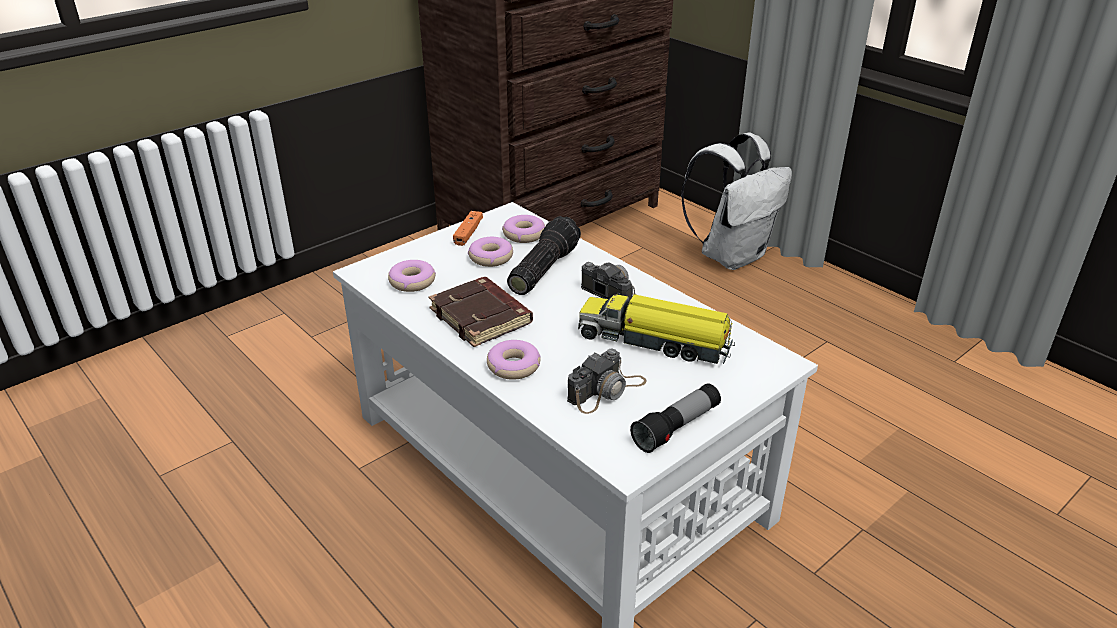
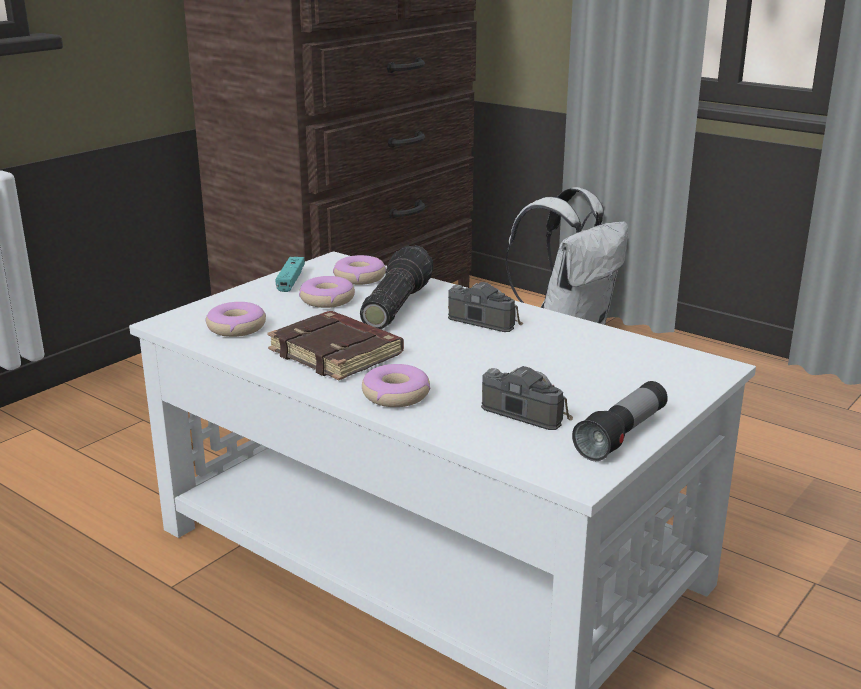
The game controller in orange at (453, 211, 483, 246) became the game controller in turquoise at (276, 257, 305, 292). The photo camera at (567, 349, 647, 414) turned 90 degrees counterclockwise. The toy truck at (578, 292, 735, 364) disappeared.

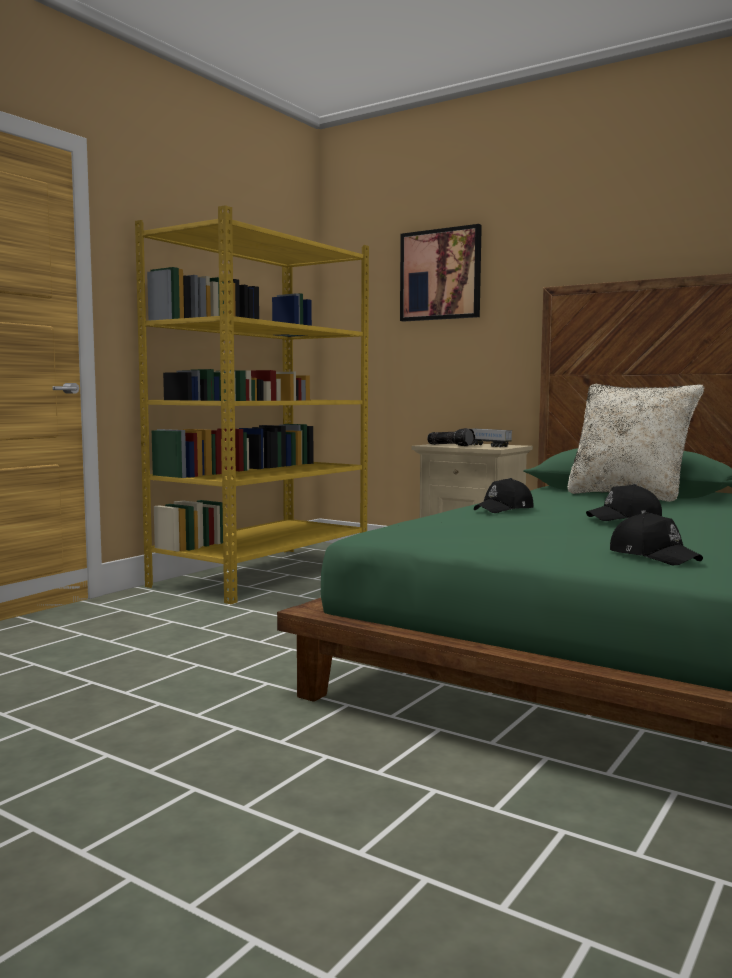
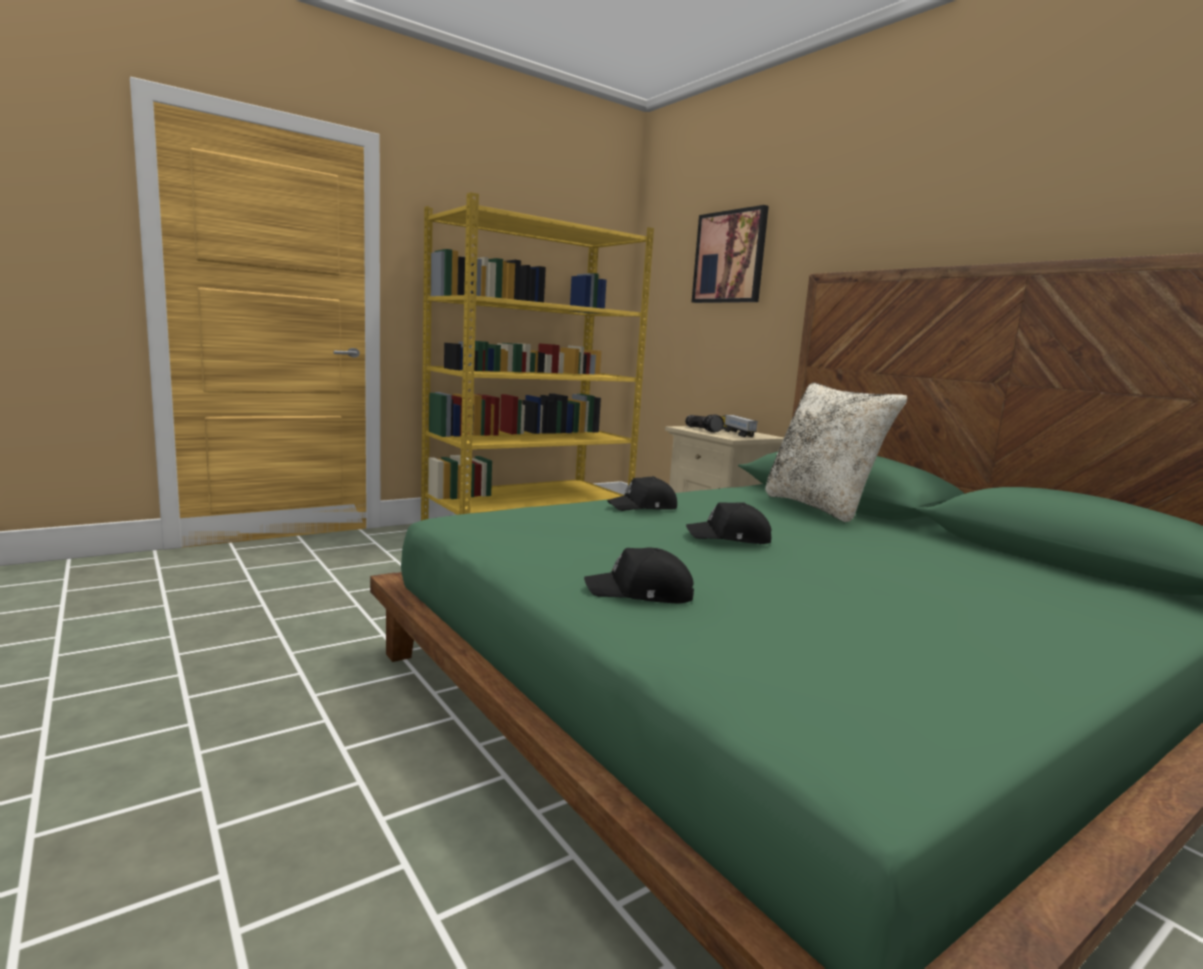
The cap in black at (610, 512, 703, 565) turned 105 degrees clockwise.

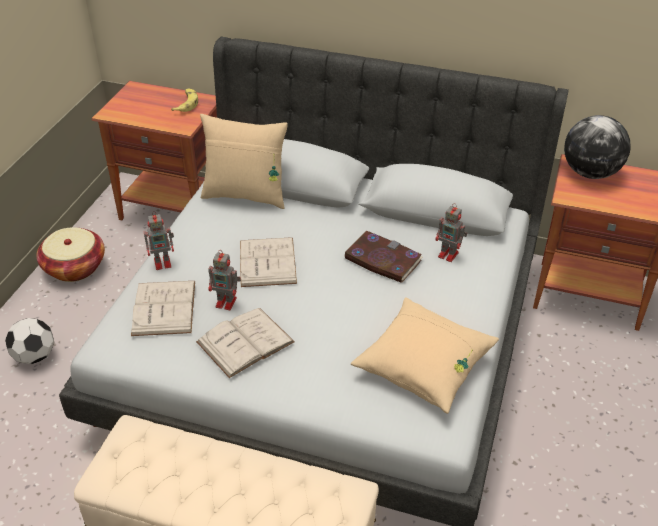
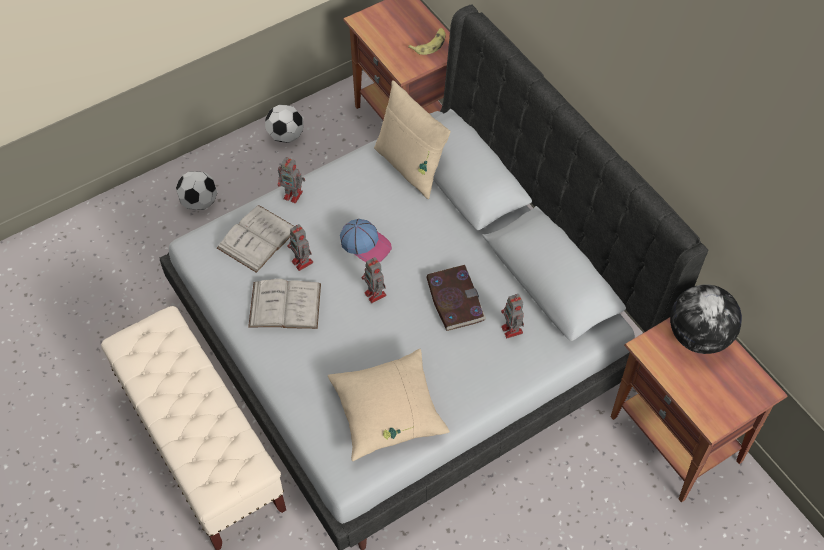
The basket at (36, 227, 105, 282) was replaced by the football at (265, 104, 303, 143). The book in white at (240, 237, 297, 287) was replaced by the cap at (340, 219, 392, 262). The toy robot at (362, 257, 386, 303) appeared.

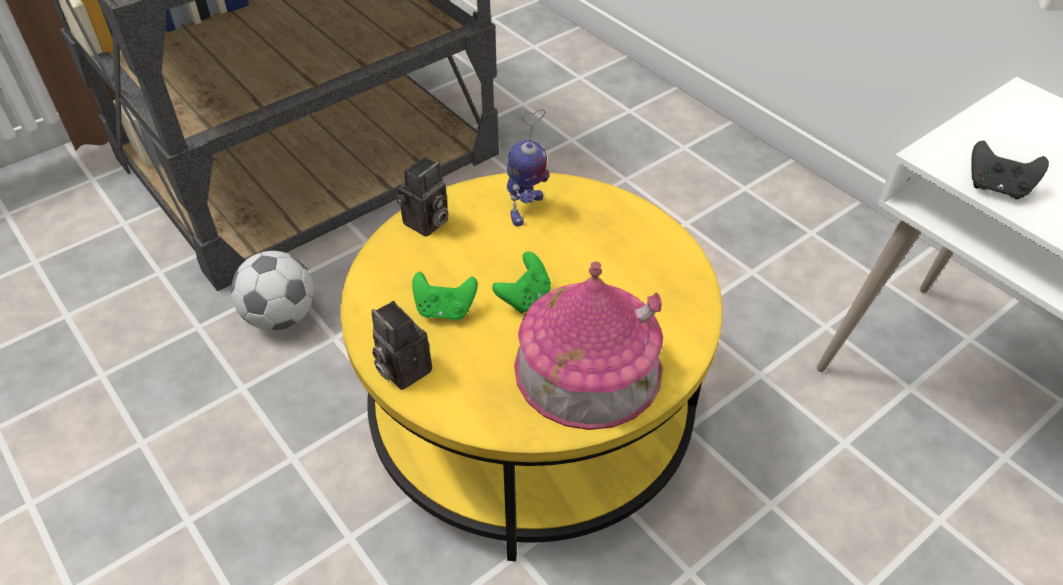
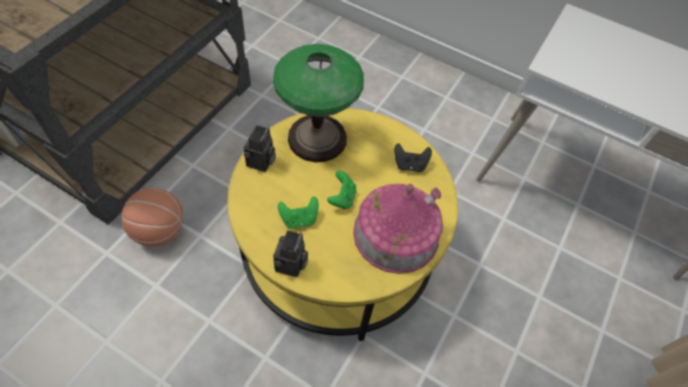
The football at (231, 251, 314, 331) was replaced by the basketball at (121, 188, 184, 247). The toy robot at (507, 109, 549, 226) was replaced by the table lamp at (273, 44, 364, 162). The photo camera at (371, 301, 432, 390) turned 105 degrees counterclockwise. The game controller in black moved from (971, 141, 1049, 199) to (394, 143, 432, 172).

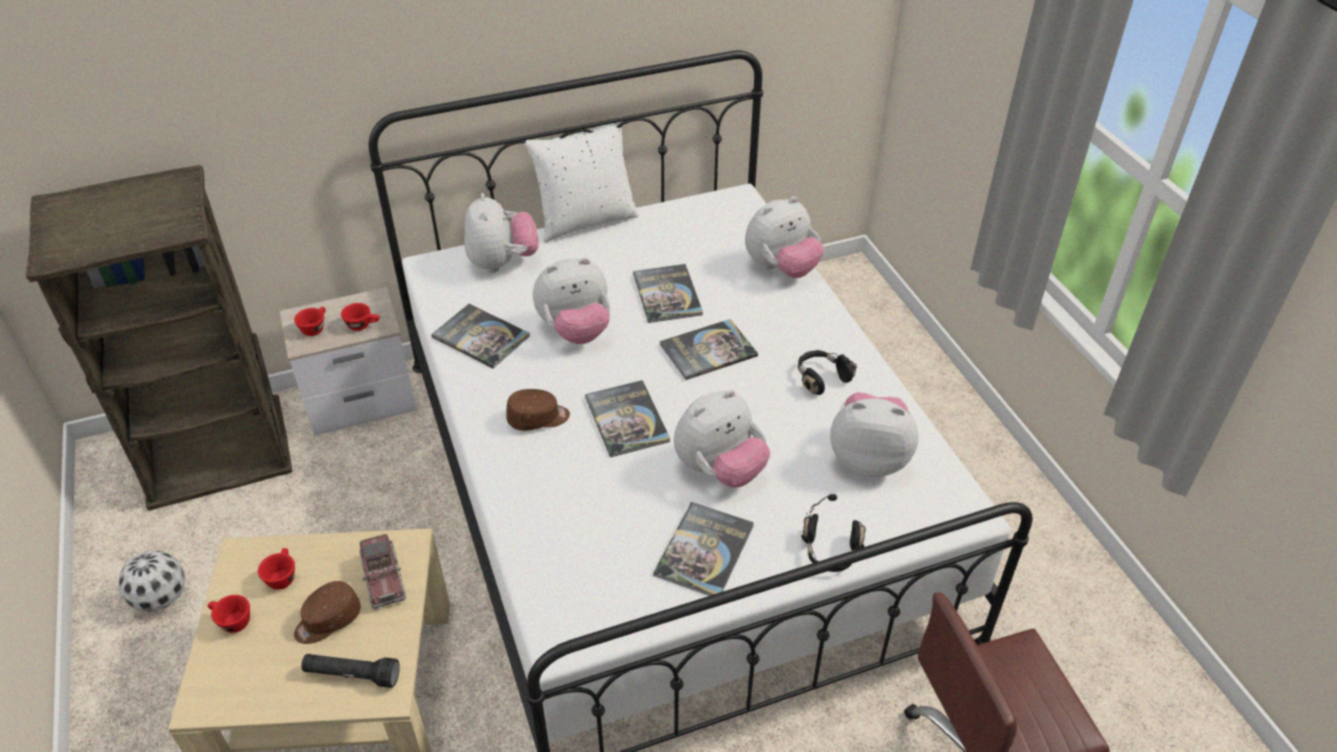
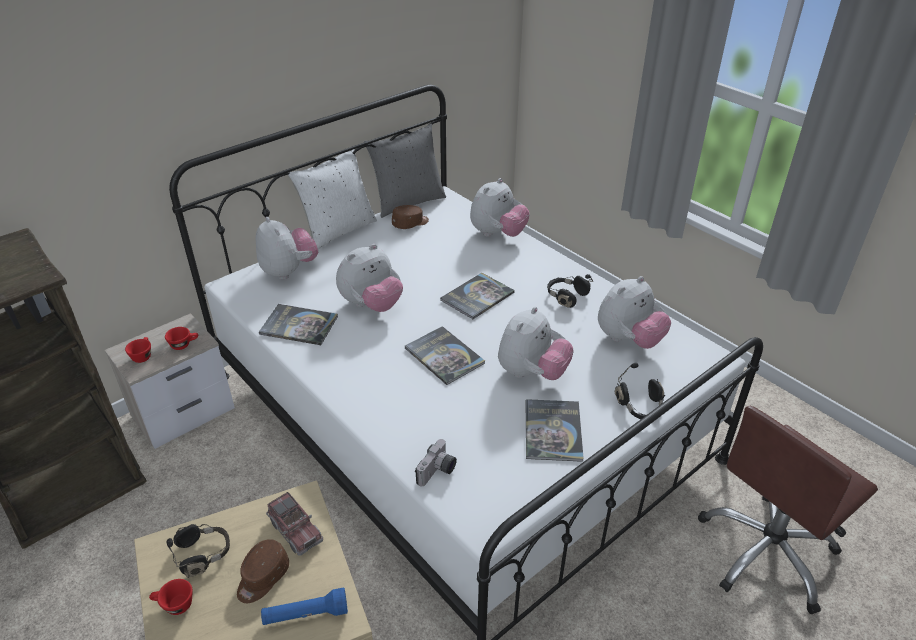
The cup in red at (258, 548, 295, 590) was replaced by the headphones in black at (166, 524, 230, 578). The flashlight in black at (301, 654, 400, 688) became the flashlight in blue at (261, 587, 348, 625). The pillow in grey at (363, 124, 446, 218) appeared. The cap in brown moved from (506, 389, 570, 431) to (392, 205, 429, 229). The photo camera at (415, 439, 457, 486) appeared. The plush toy at (830, 392, 919, 477) turned 150 degrees clockwise. The football at (119, 551, 185, 612) disappeared. The book at (633, 264, 703, 323) disappeared.

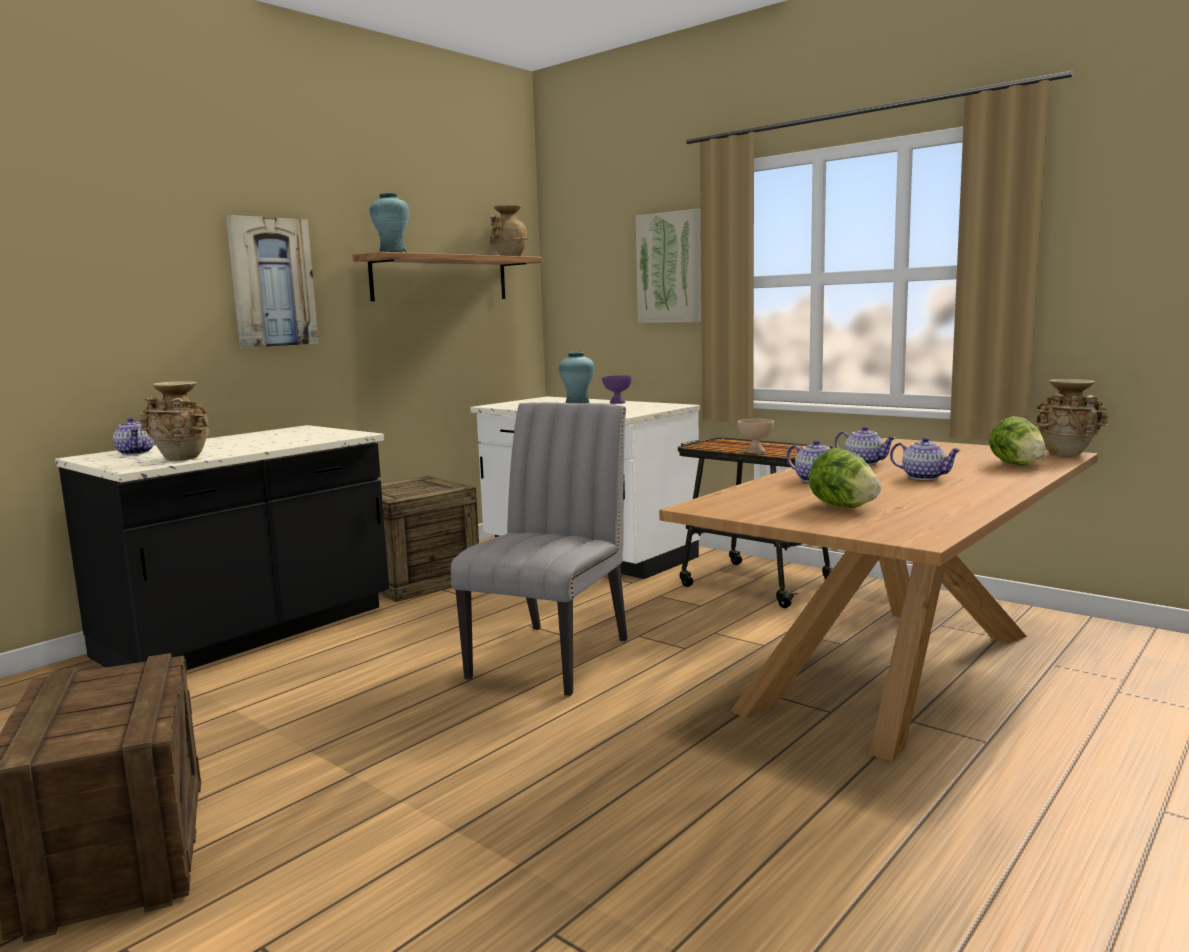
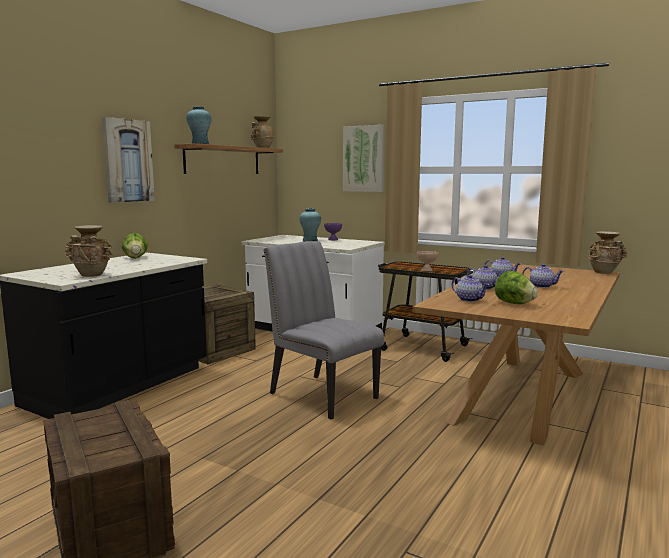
The lettuce moved from (989, 416, 1046, 466) to (122, 233, 148, 259). The chair in grey at (451, 402, 627, 696) turned 60 degrees counterclockwise. The teapot moved from (113, 417, 154, 455) to (452, 275, 489, 302).

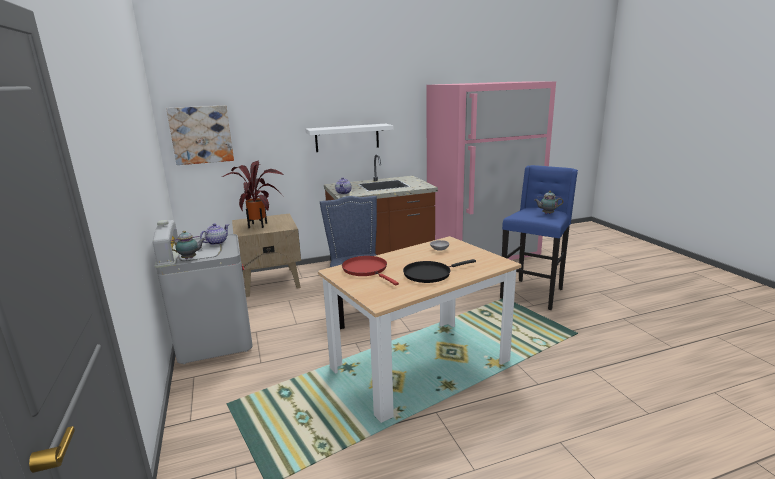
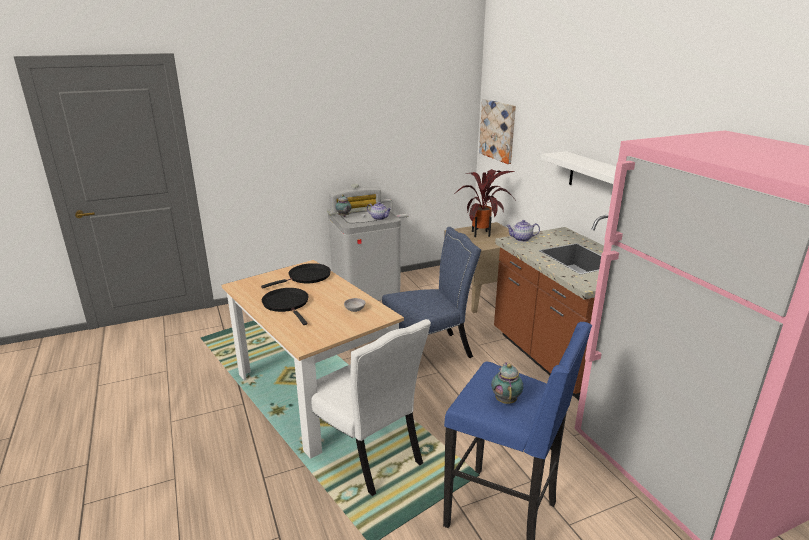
The frying pan in red at (342, 256, 399, 285) became the frying pan in black at (261, 263, 331, 288). The chair in white at (311, 319, 431, 496) appeared.

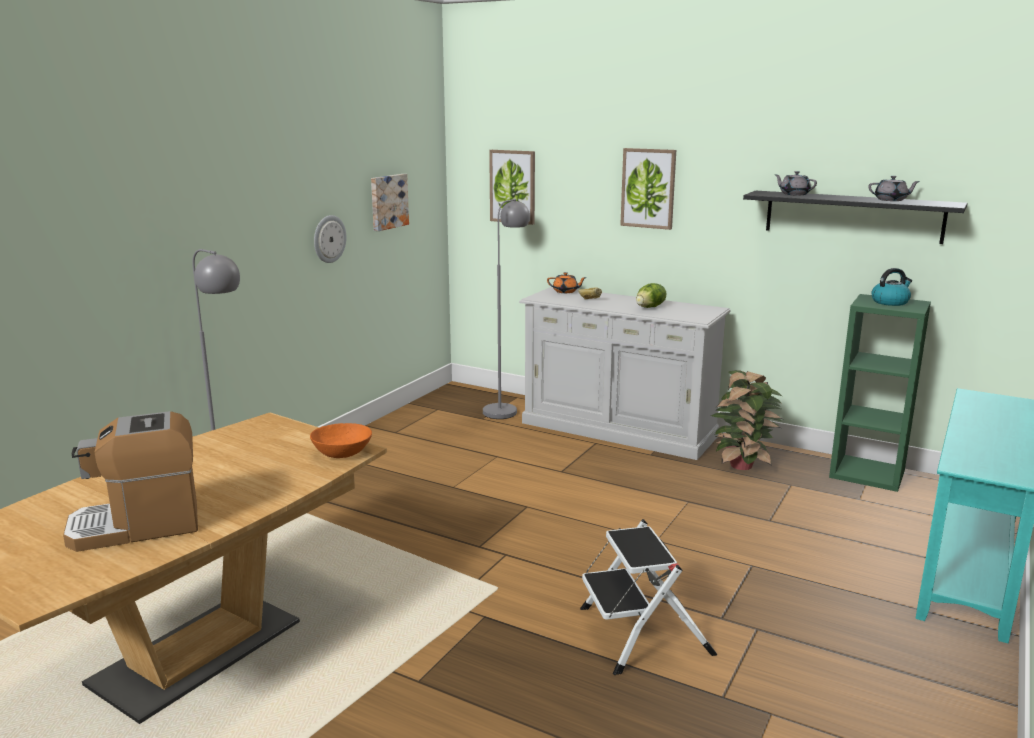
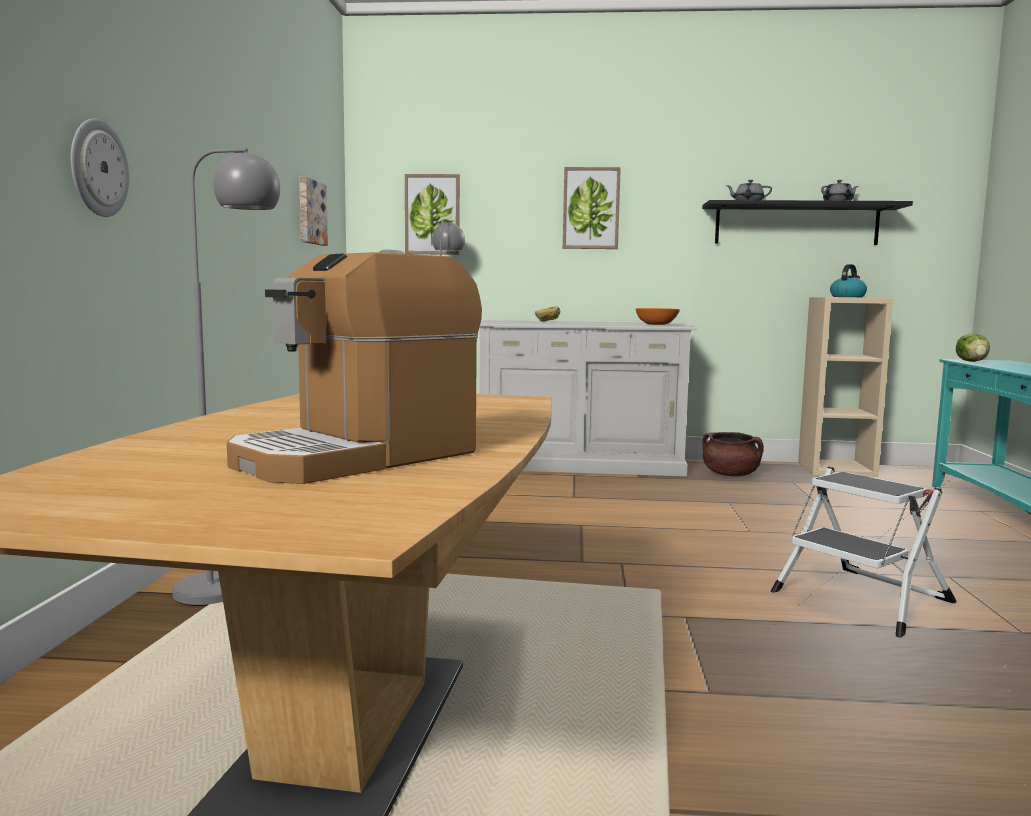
The wall clock moved from (314, 215, 347, 263) to (71, 118, 129, 217). The bowl in orange moved from (310, 423, 372, 458) to (636, 308, 680, 325). The potted plant at (711, 370, 783, 470) was replaced by the cooking pot in brown at (703, 432, 764, 476). The bookcase in green at (829, 294, 931, 492) became the bookcase in beige at (798, 297, 893, 477). The lettuce moved from (636, 283, 666, 308) to (956, 333, 990, 362). The teapot in orange at (547, 272, 587, 293) disappeared.

